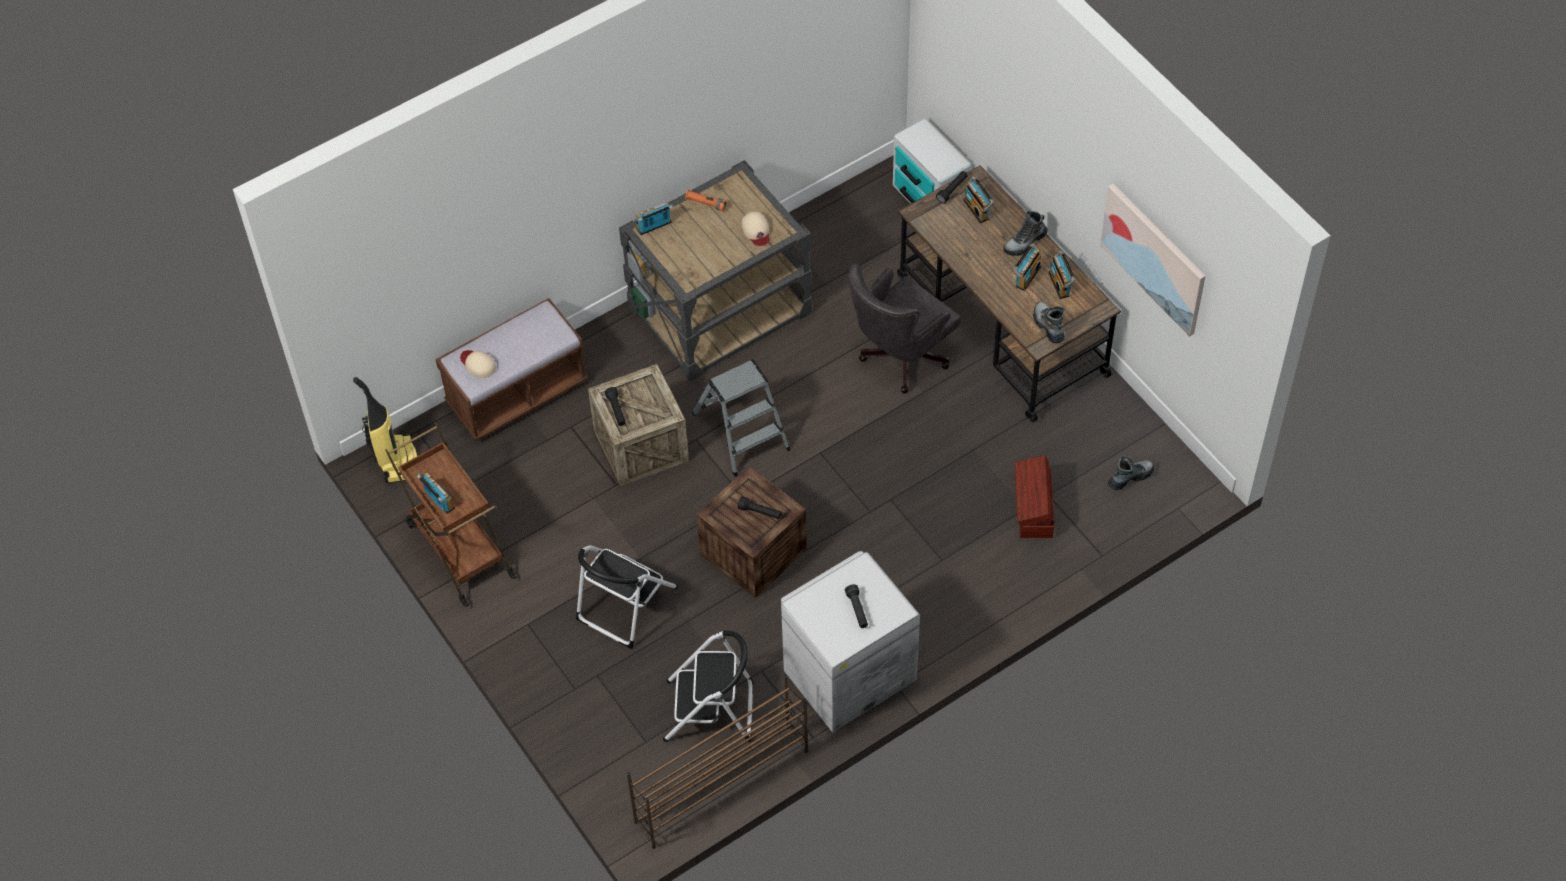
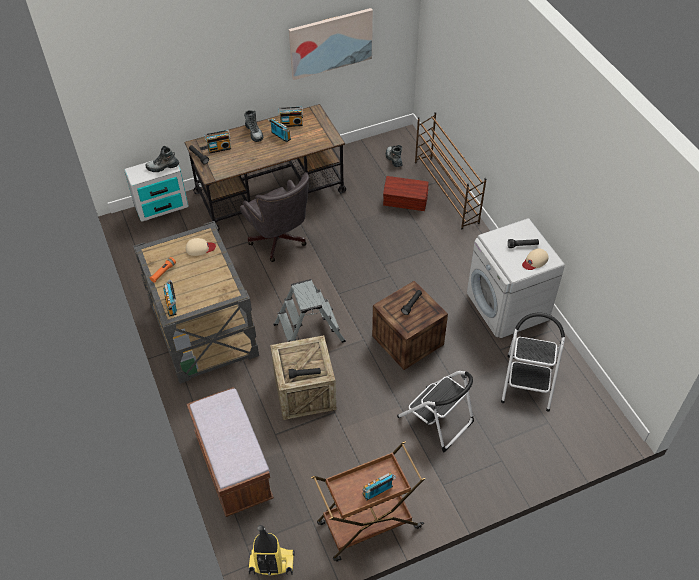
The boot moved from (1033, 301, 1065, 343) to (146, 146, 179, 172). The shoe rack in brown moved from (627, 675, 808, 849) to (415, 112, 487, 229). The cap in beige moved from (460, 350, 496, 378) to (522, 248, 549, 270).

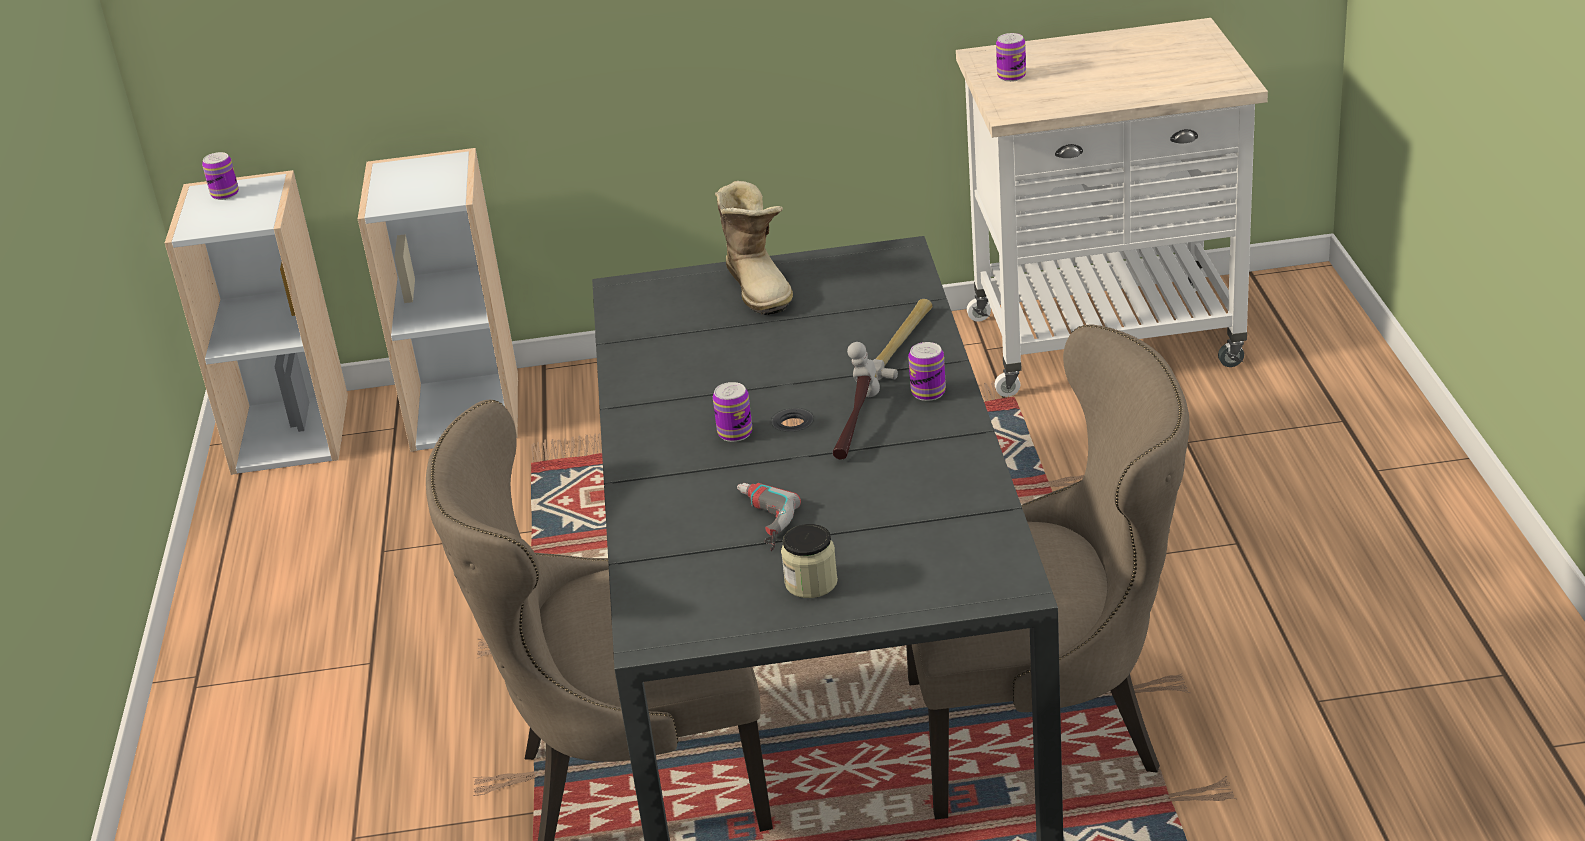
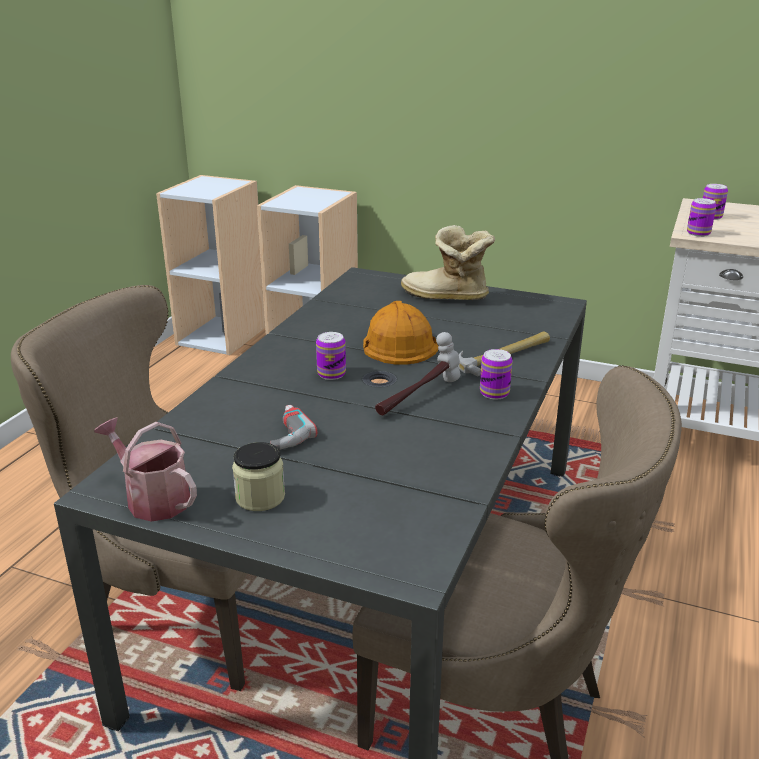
The watering can at (94, 417, 197, 522) appeared. The hard hat in orange at (363, 301, 438, 365) appeared. The boot at (715, 181, 793, 315) turned 105 degrees clockwise. The can moved from (202, 152, 239, 200) to (687, 198, 716, 237).

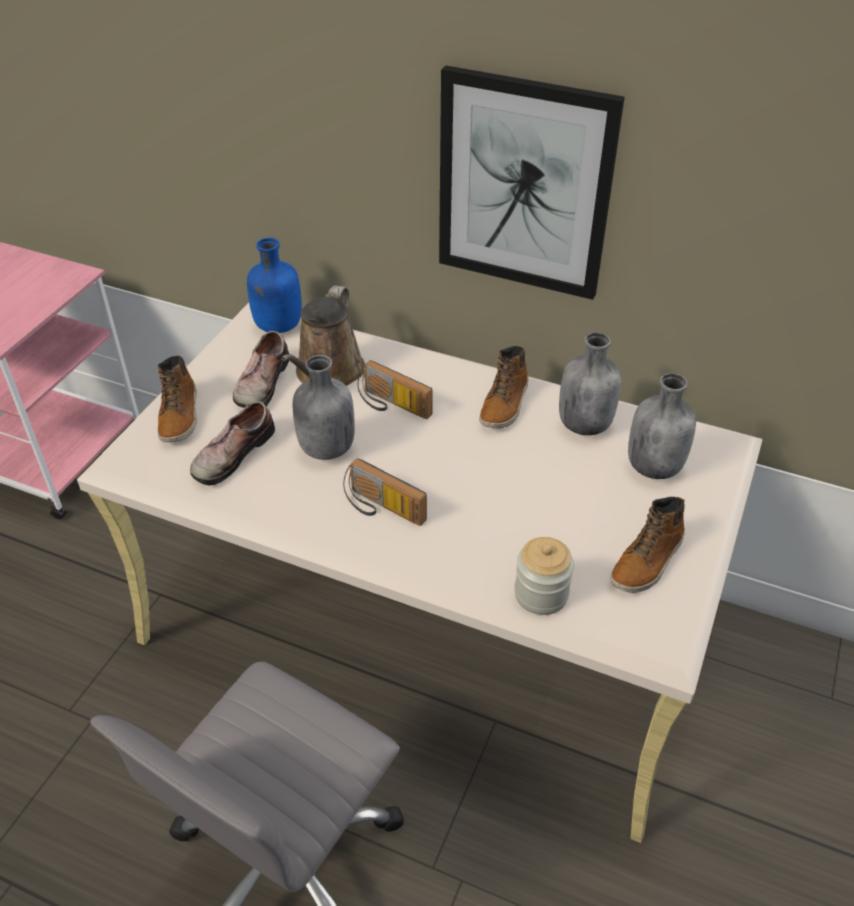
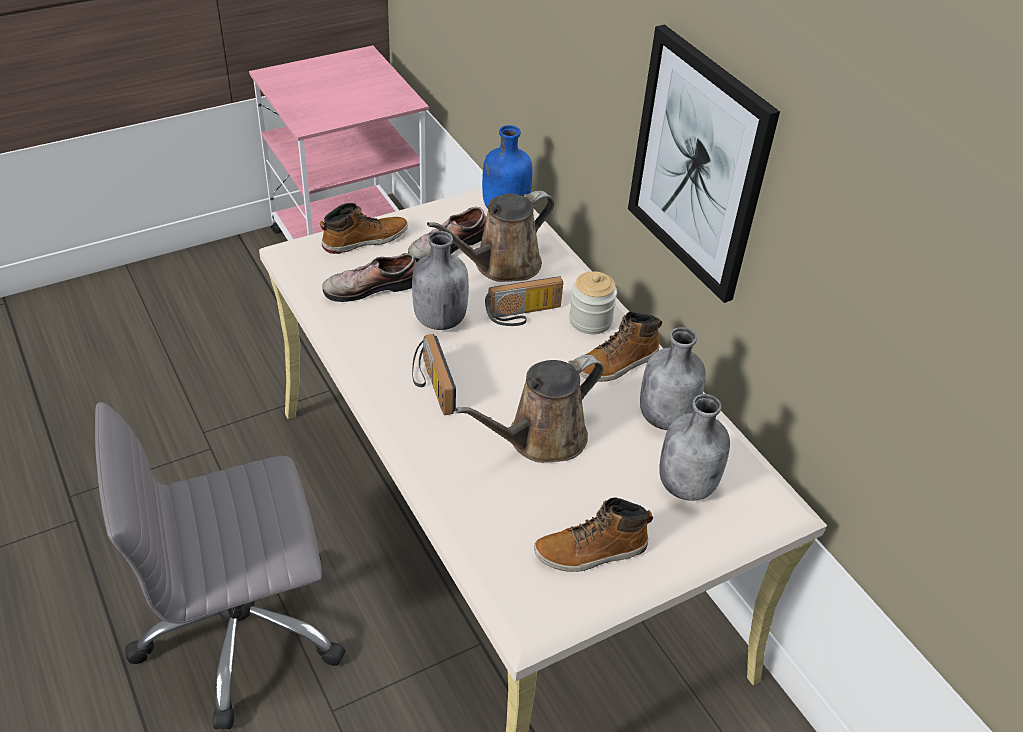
The boot at (158, 355, 197, 442) turned 150 degrees counterclockwise. The watering can in brown at (455, 355, 604, 463) appeared. The radio at (358, 360, 432, 419) turned 90 degrees counterclockwise. The jar moved from (514, 537, 574, 615) to (569, 271, 617, 334).

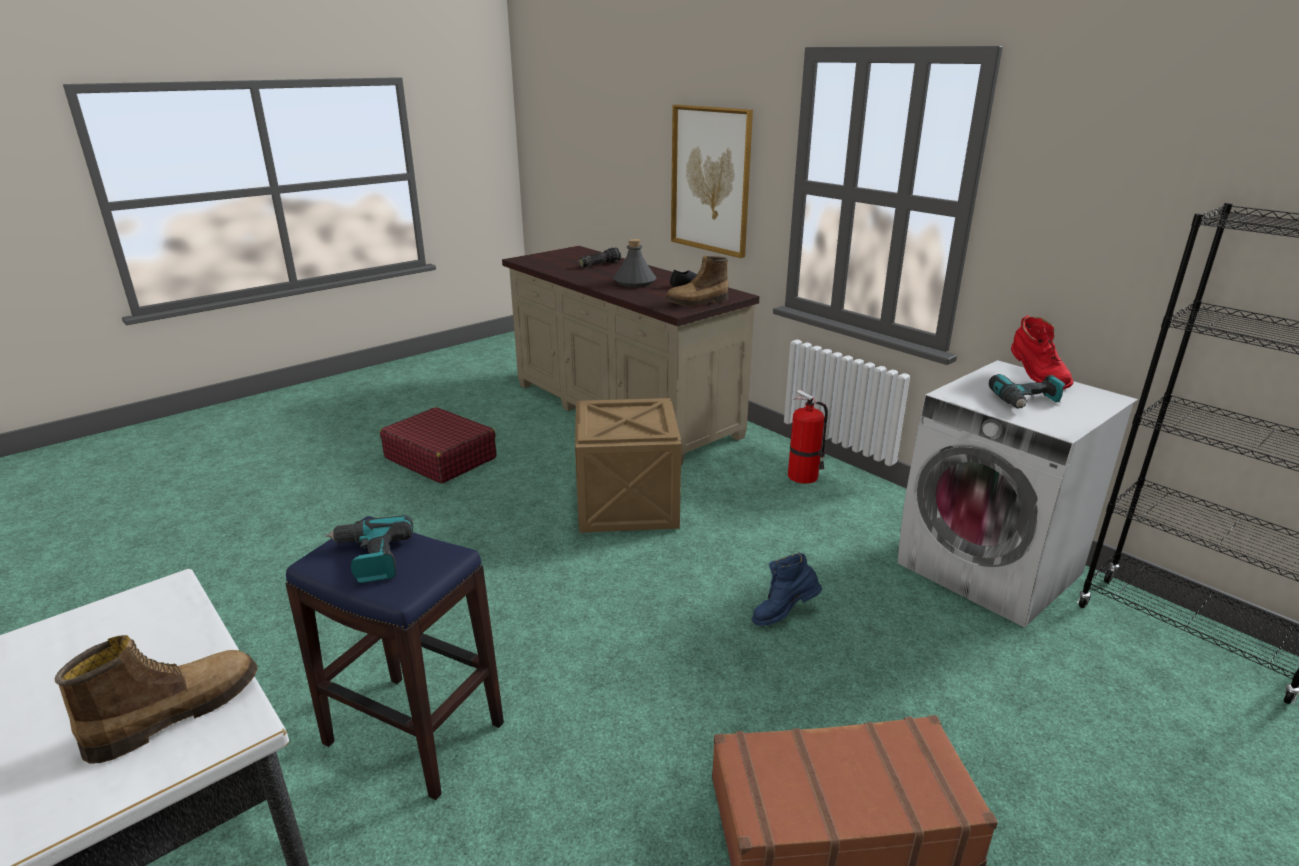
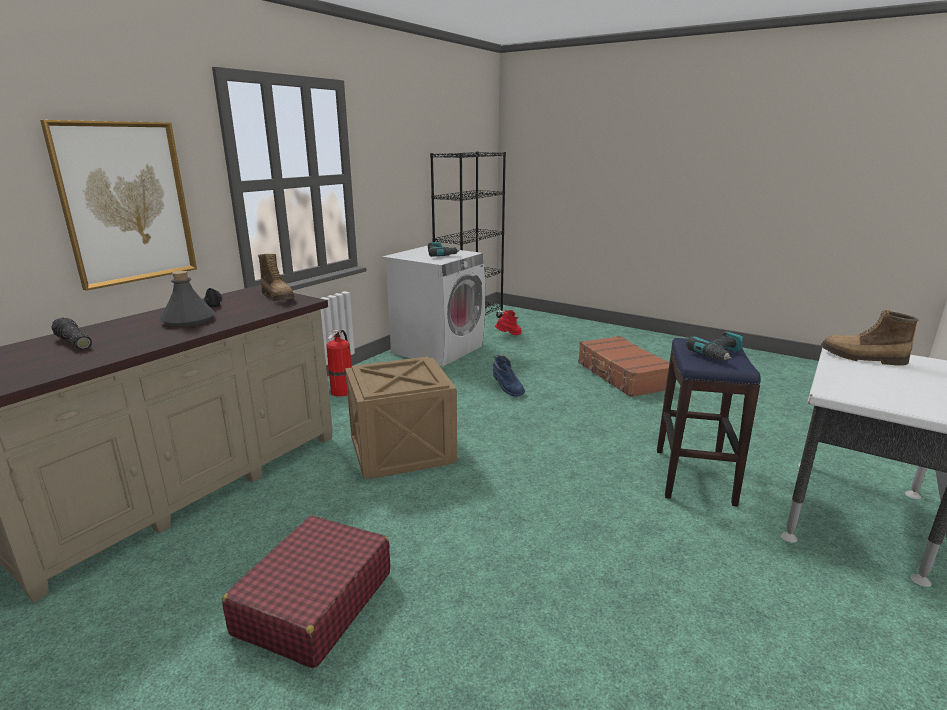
The boot in red moved from (1011, 315, 1073, 389) to (495, 310, 522, 335).

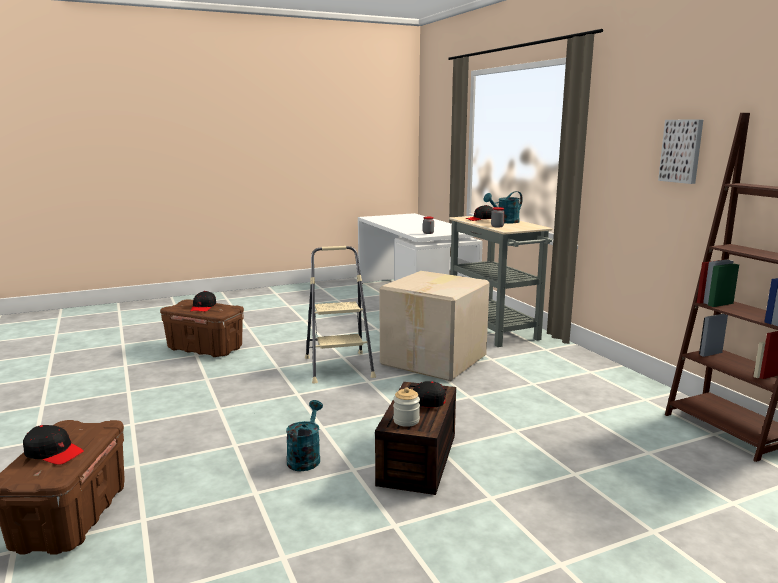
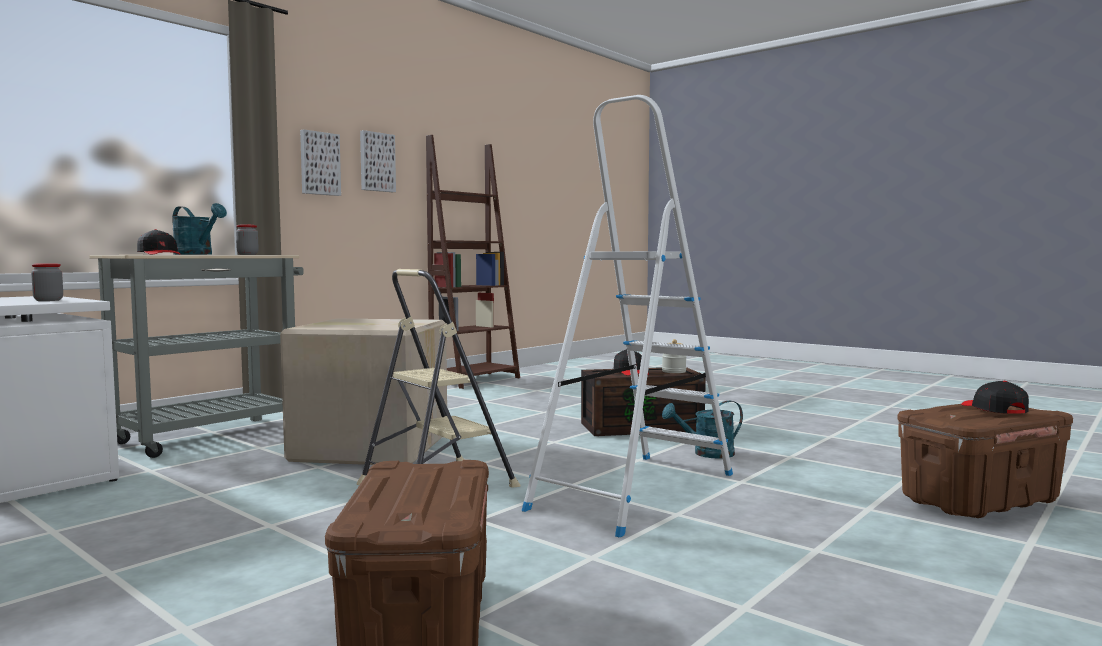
The picture at (300, 129, 341, 196) appeared. The step ladder in white at (522, 95, 733, 537) appeared. The cap in black at (190, 291, 216, 312) disappeared.

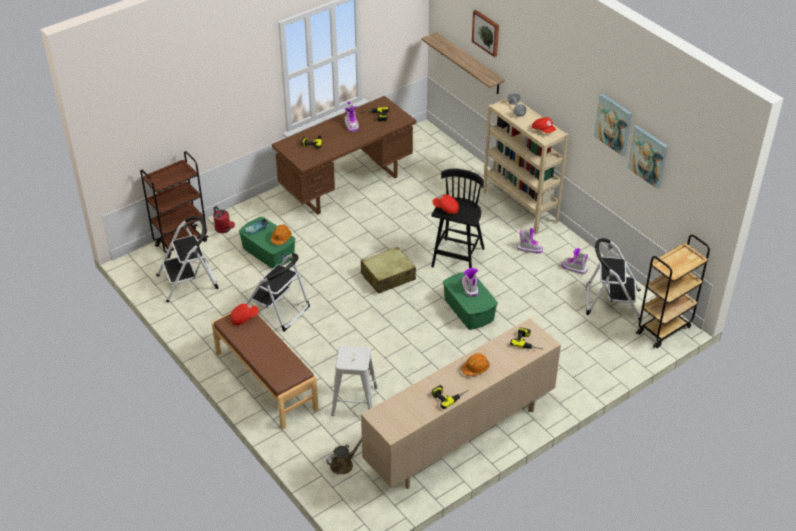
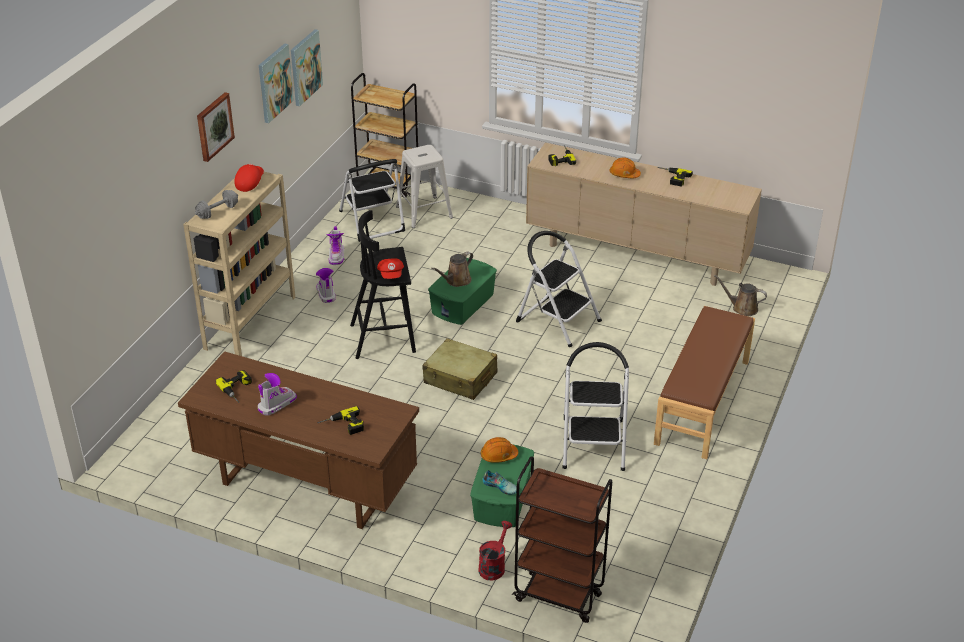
The picture moved from (472, 10, 499, 57) to (197, 92, 235, 162). The stool in white moved from (331, 346, 378, 416) to (396, 145, 453, 228). The boot at (462, 268, 478, 297) was replaced by the watering can in brown at (431, 251, 473, 287). The step ladder moved from (156, 216, 219, 302) to (516, 231, 602, 347). The cap in red at (231, 304, 259, 325) disappeared. The shelf at (422, 32, 505, 94) disappeared.

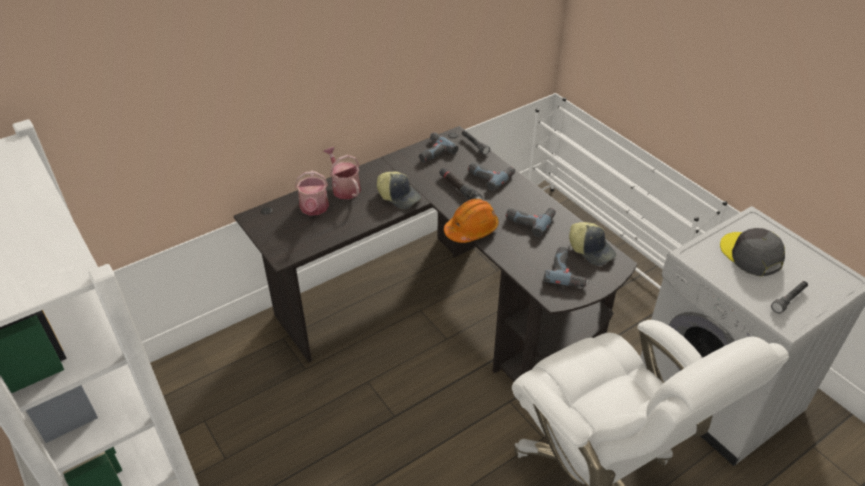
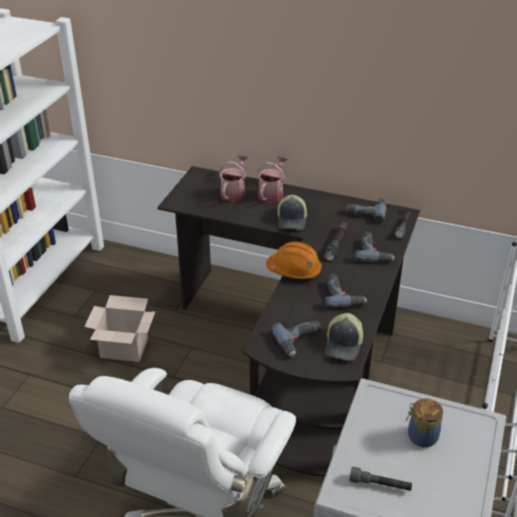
The cardboard box at (84, 295, 155, 362) appeared. The watering can at (295, 170, 329, 216) turned 150 degrees clockwise. The cap in grey at (720, 228, 785, 276) was replaced by the jar at (406, 398, 443, 447).

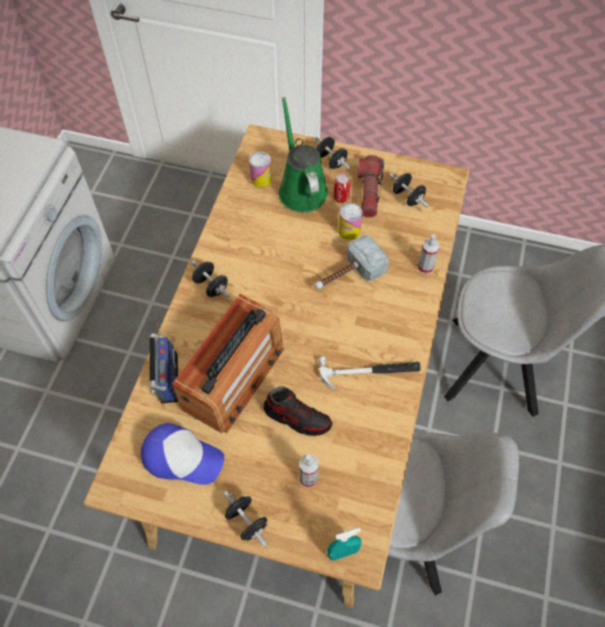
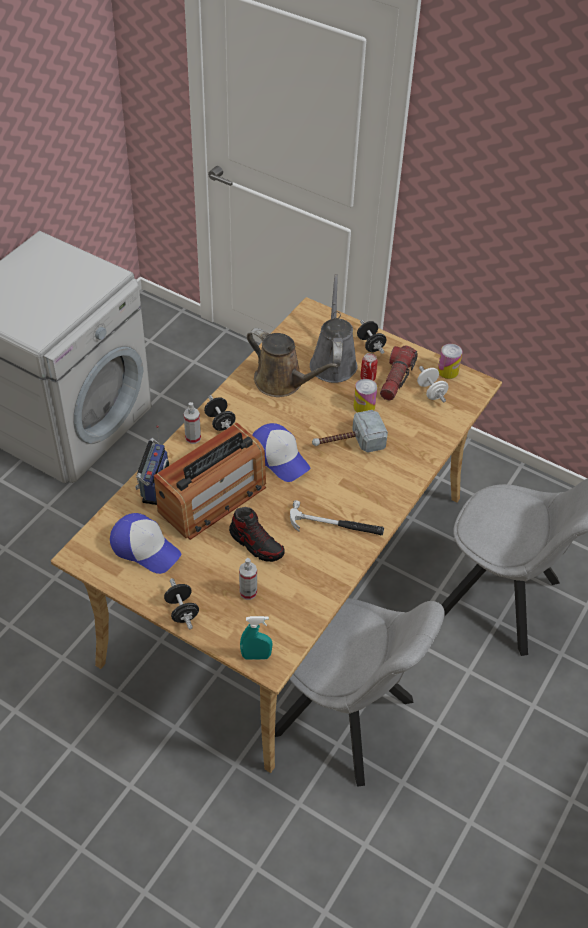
The spray bottle moved from (418, 235, 440, 274) to (184, 402, 201, 444). The watering can in brown at (247, 328, 338, 397) appeared. The cap at (252, 423, 310, 482) appeared. The watering can in green at (279, 97, 328, 213) became the watering can in grey at (310, 274, 358, 383). The dumbbell in black at (390, 173, 429, 207) became the dumbbell in white at (417, 366, 448, 402). The can moved from (249, 152, 272, 188) to (438, 344, 463, 379).

